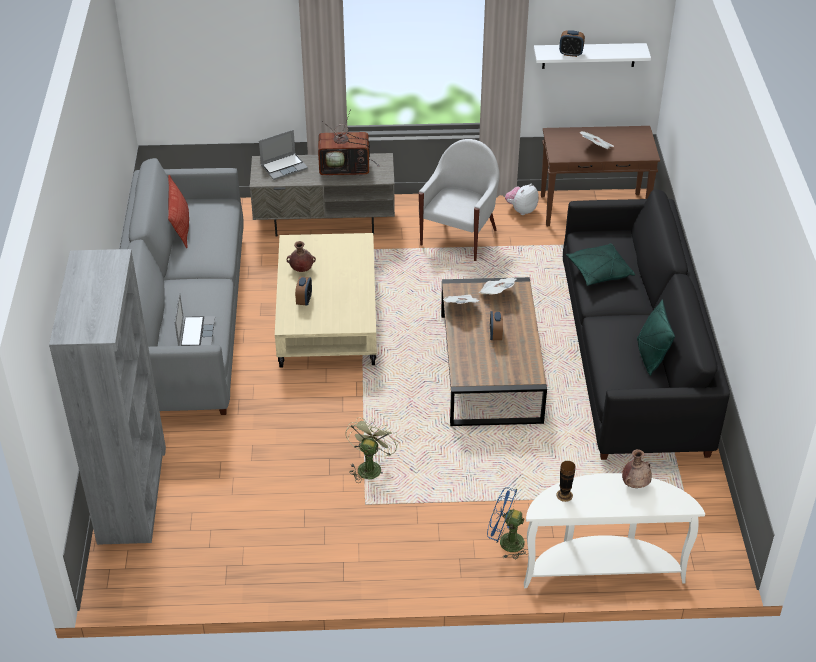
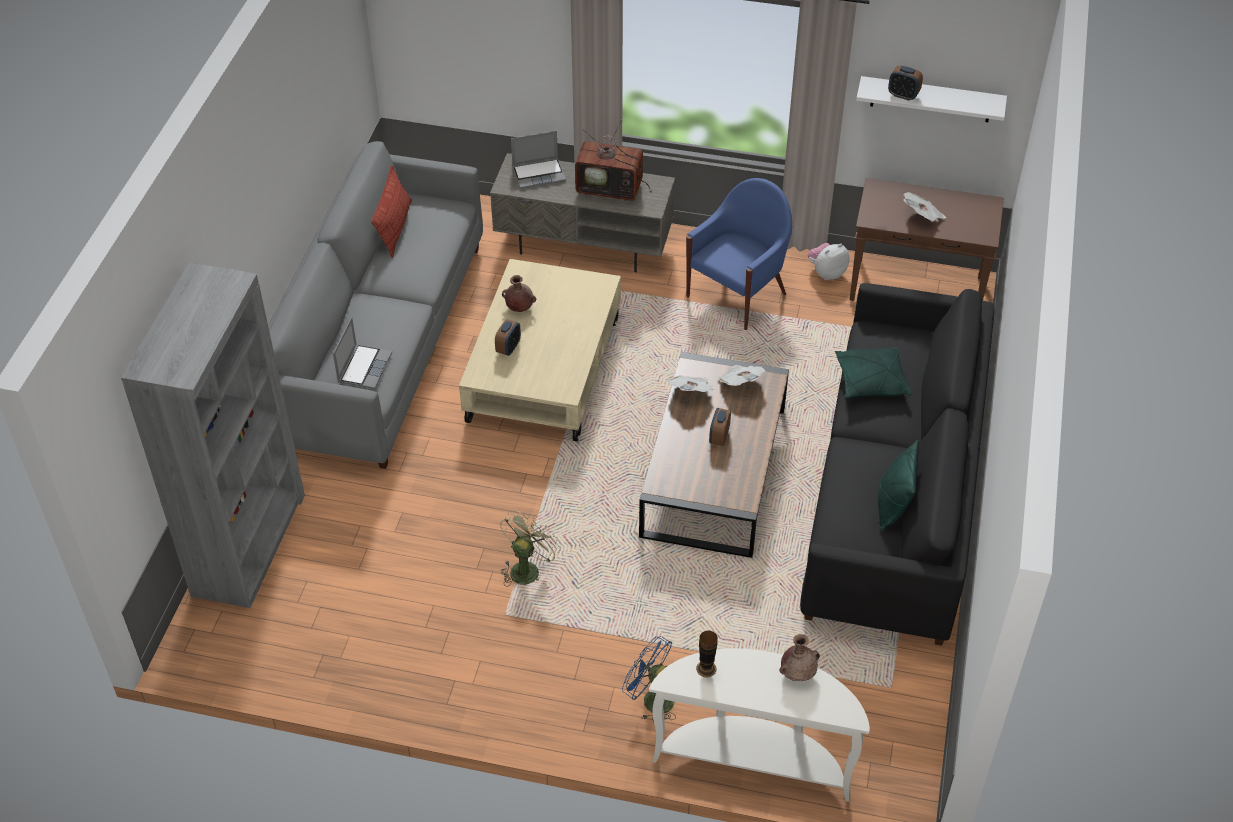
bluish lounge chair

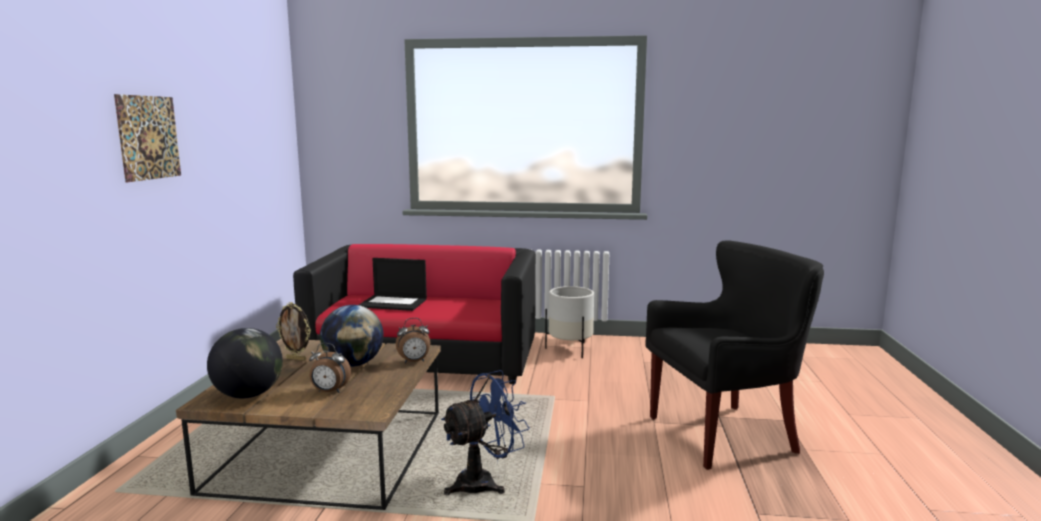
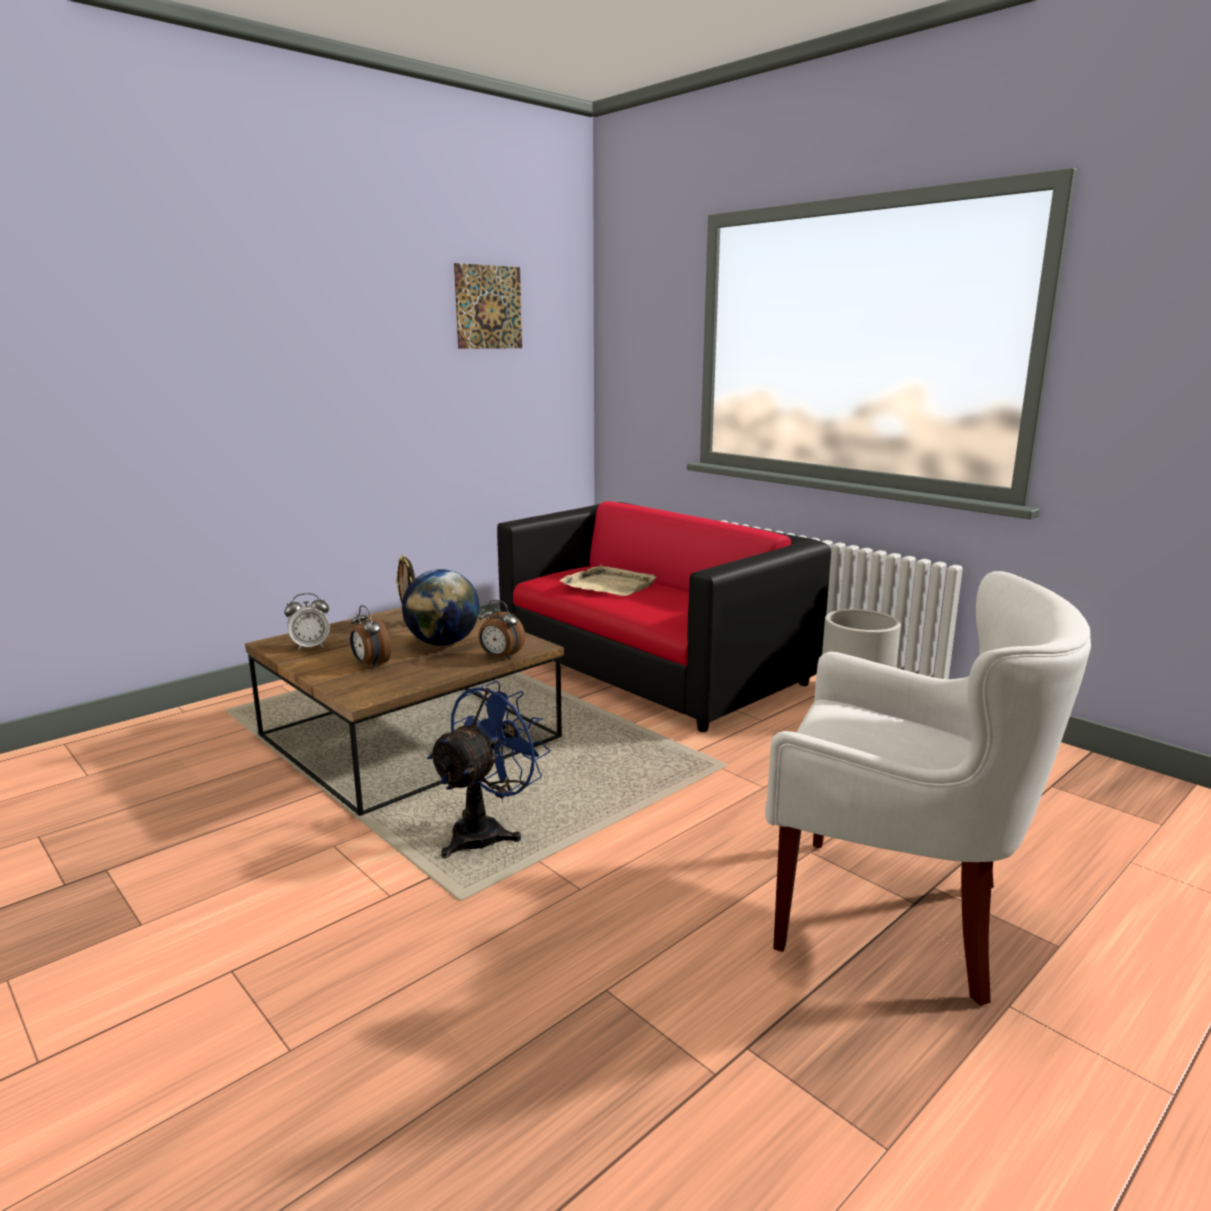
picture; bedside clock (no. 1 from left); beige tray; white-coloured lounge chair; bluish electric fan

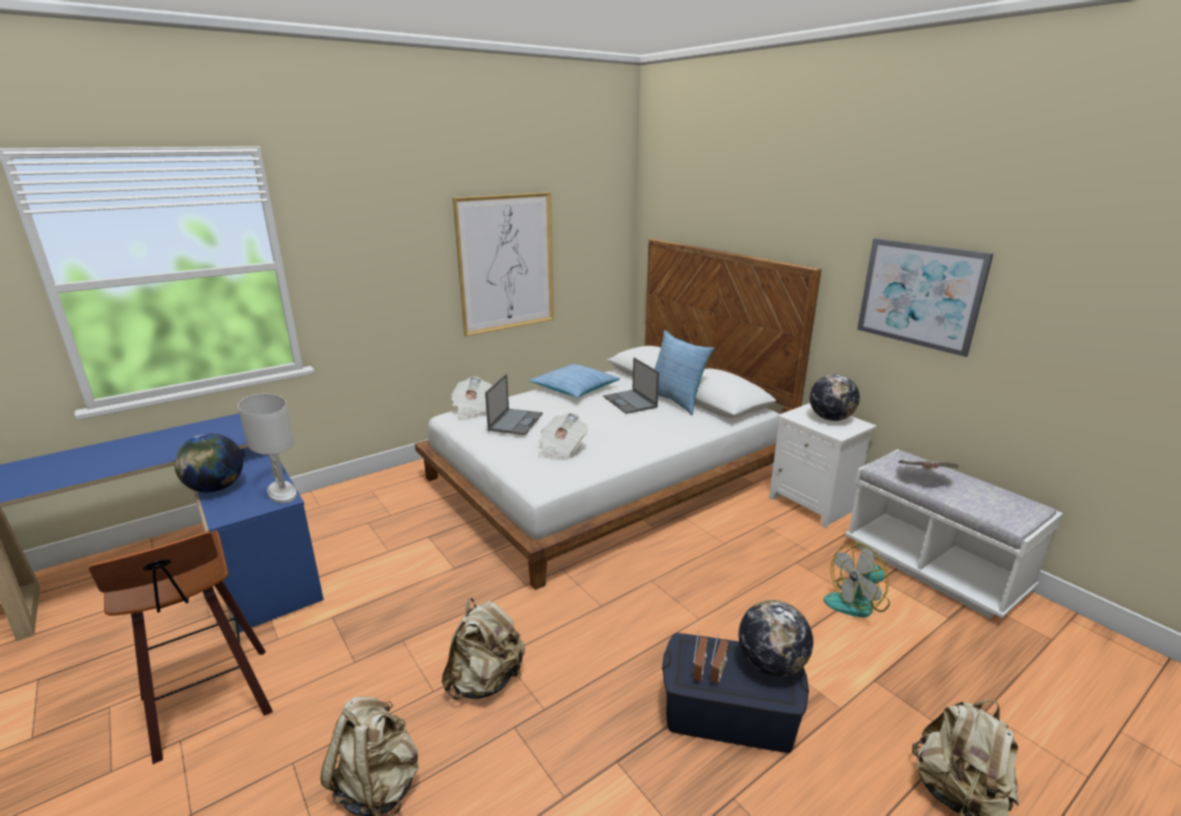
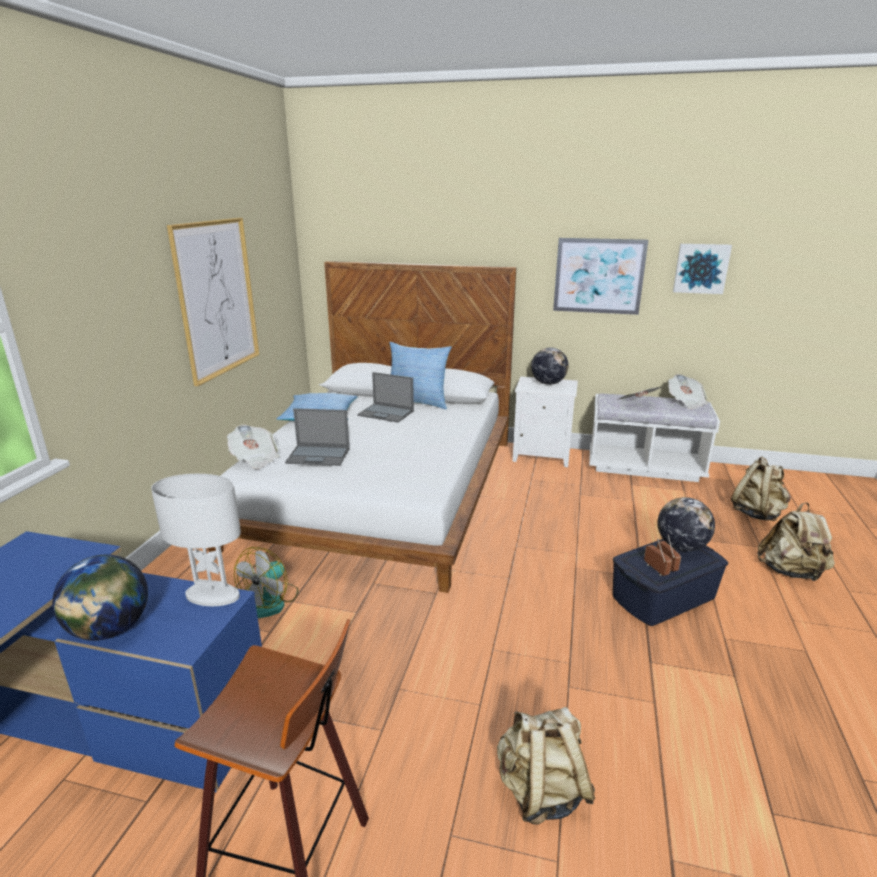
picture (no. 3 from left); beige knapsack (no. 2 from left); daily paper (no. 3 from left); electric fan; laptop (no. 1 from left)

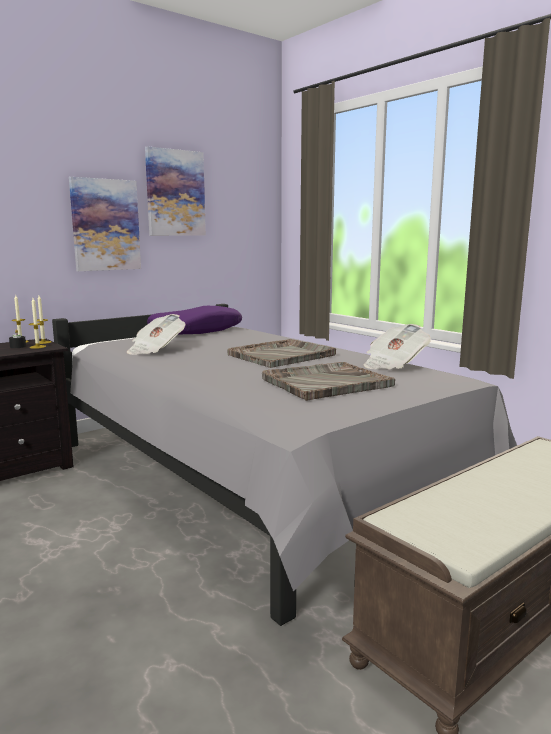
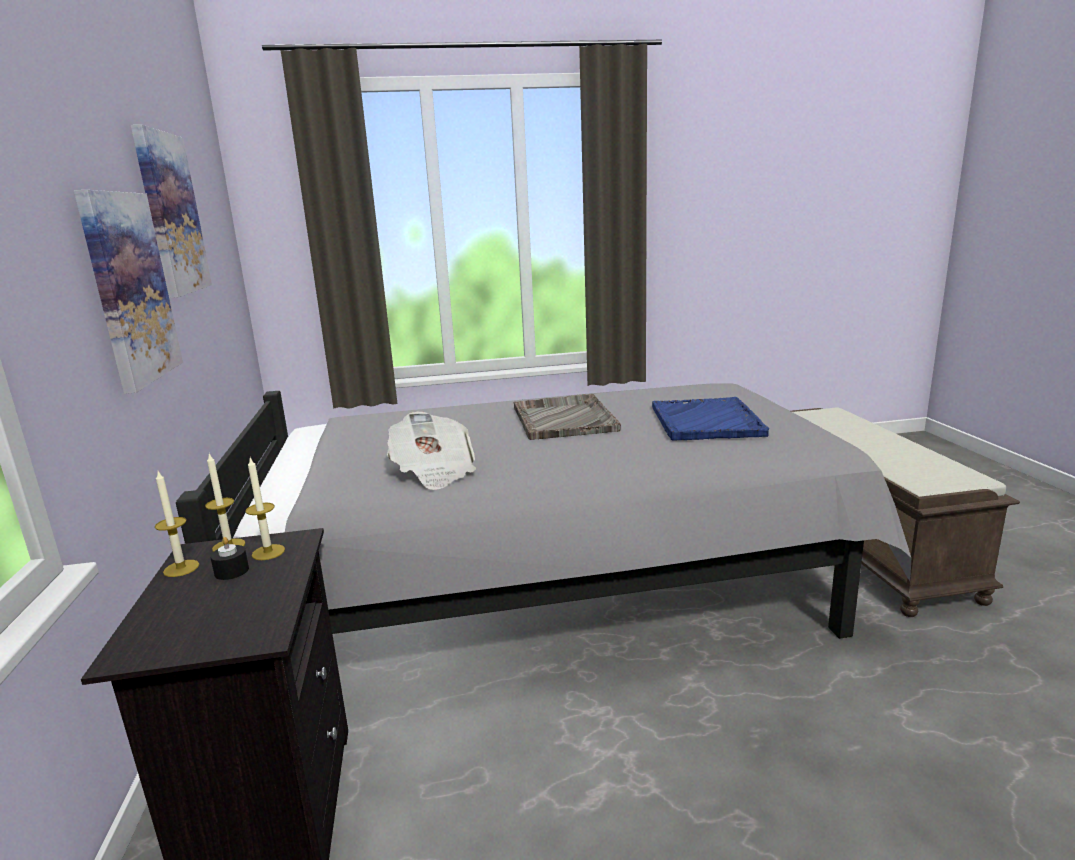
purple-coloured cushion; daily paper (no. 2 from left in the first image); bluish tray

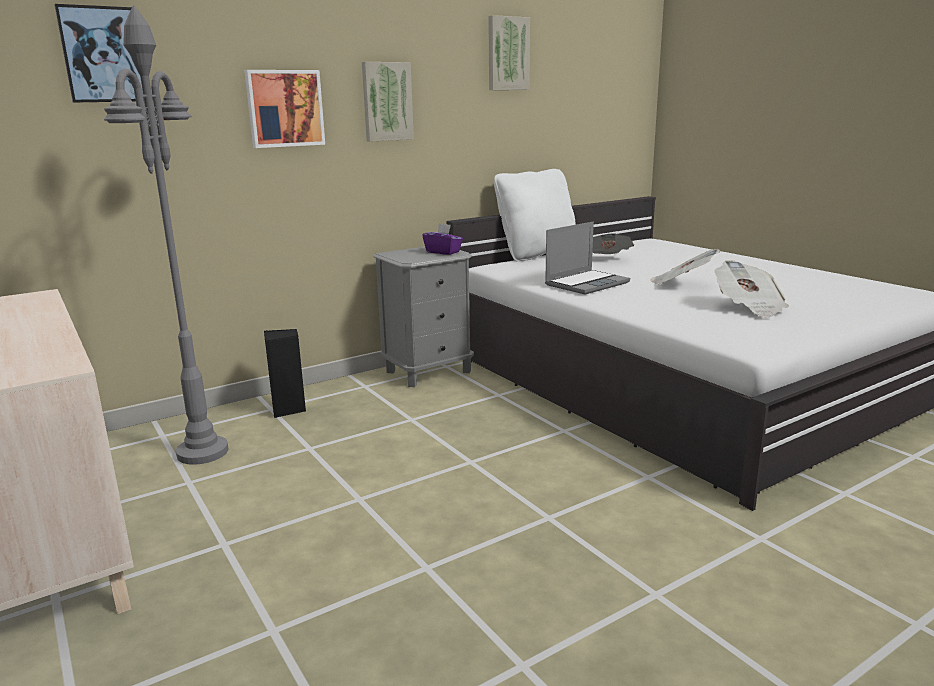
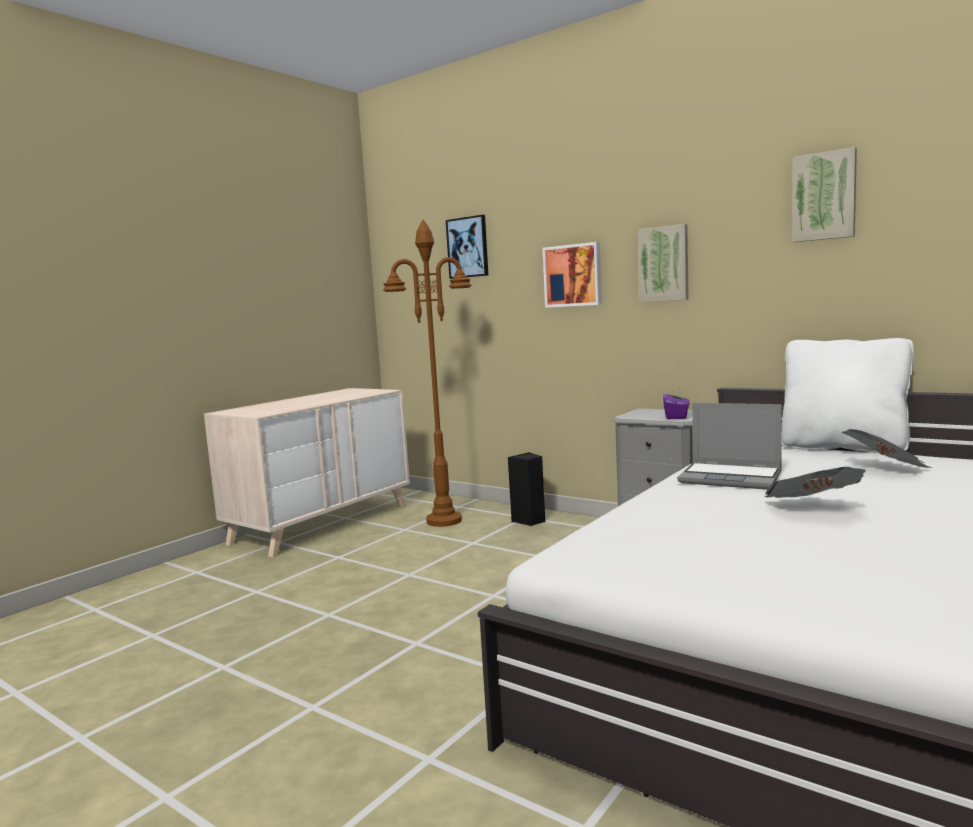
daily paper (no. 3 from left in the first image); brown standard lamp

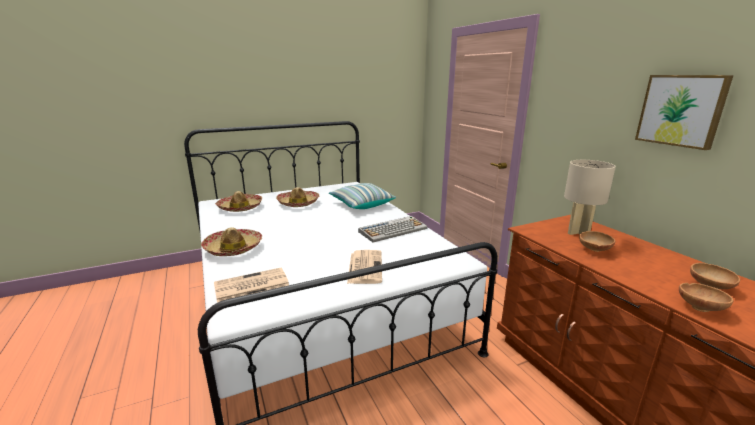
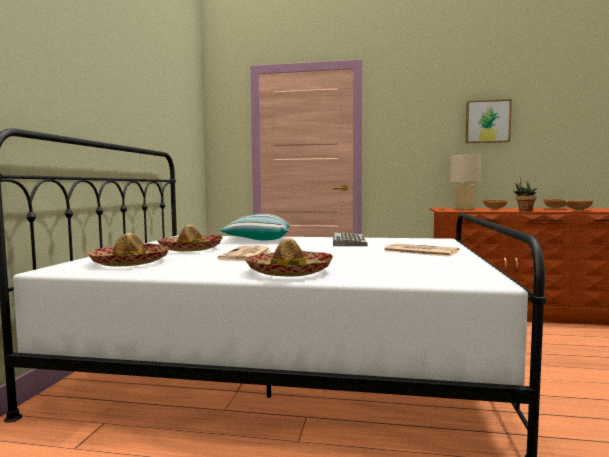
houseplant; daily paper (no. 1 from left)

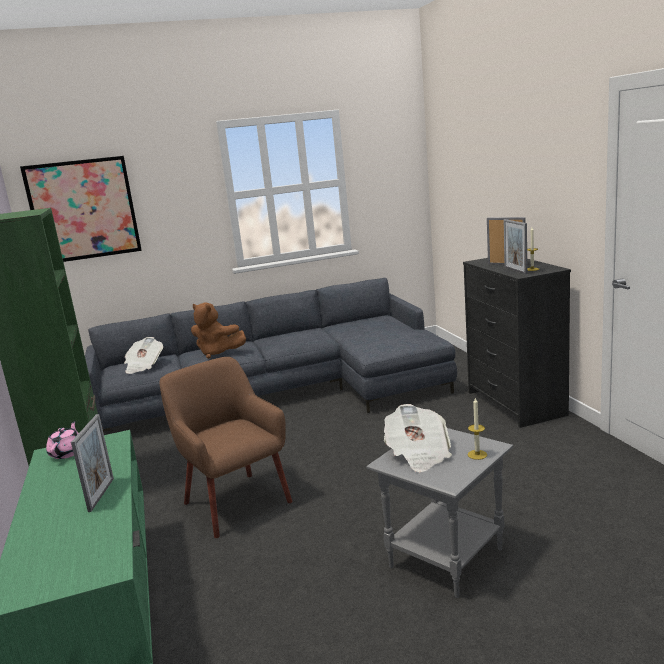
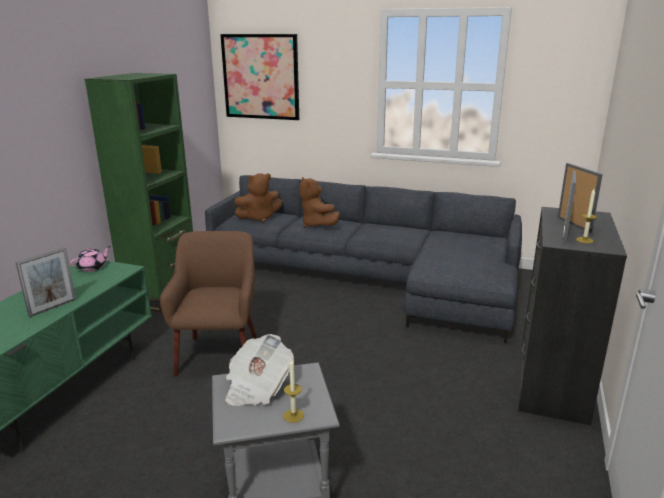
brown soft toy (no. 1 from left)

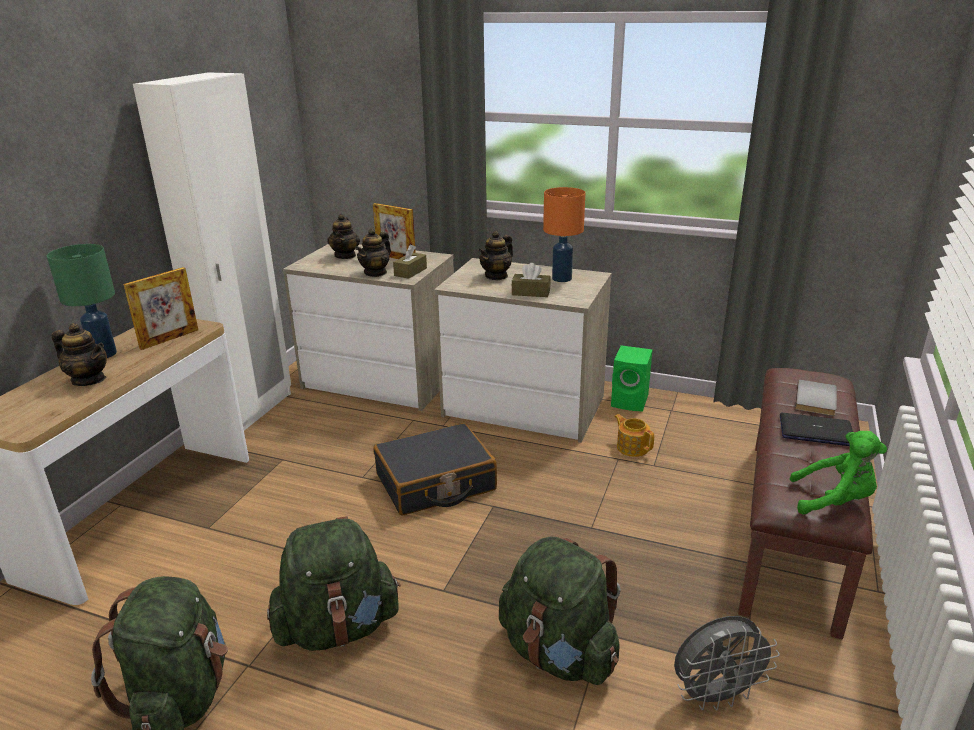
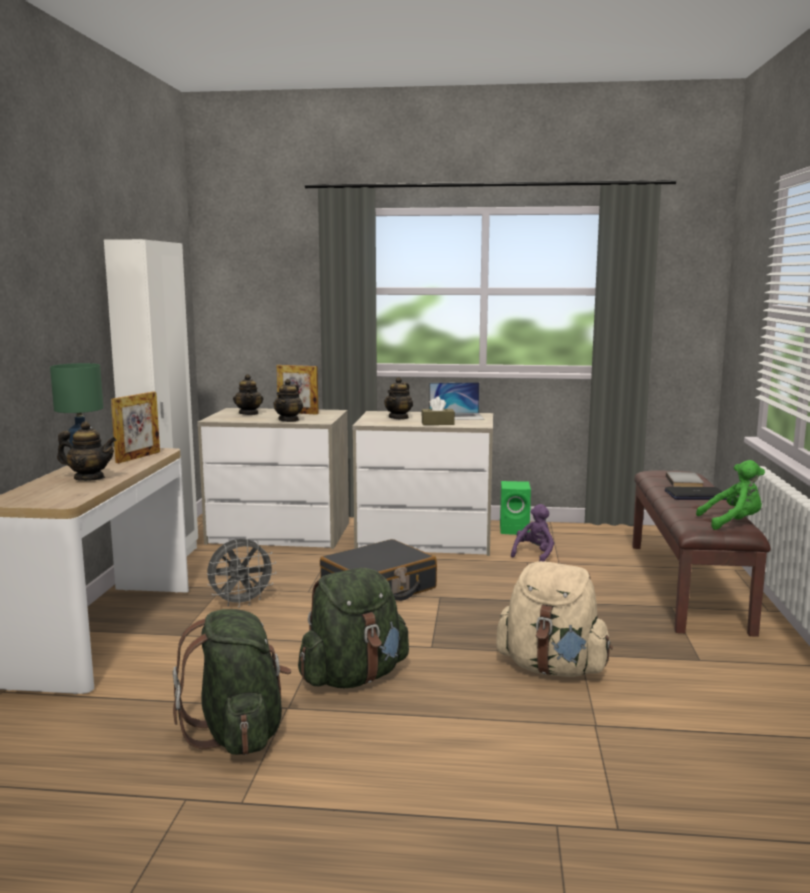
brown box of tissues (no. 1 from left in the first image); grey electric fan; laptop (no. 1 from left); purple-coloured soft toy; beige knapsack

